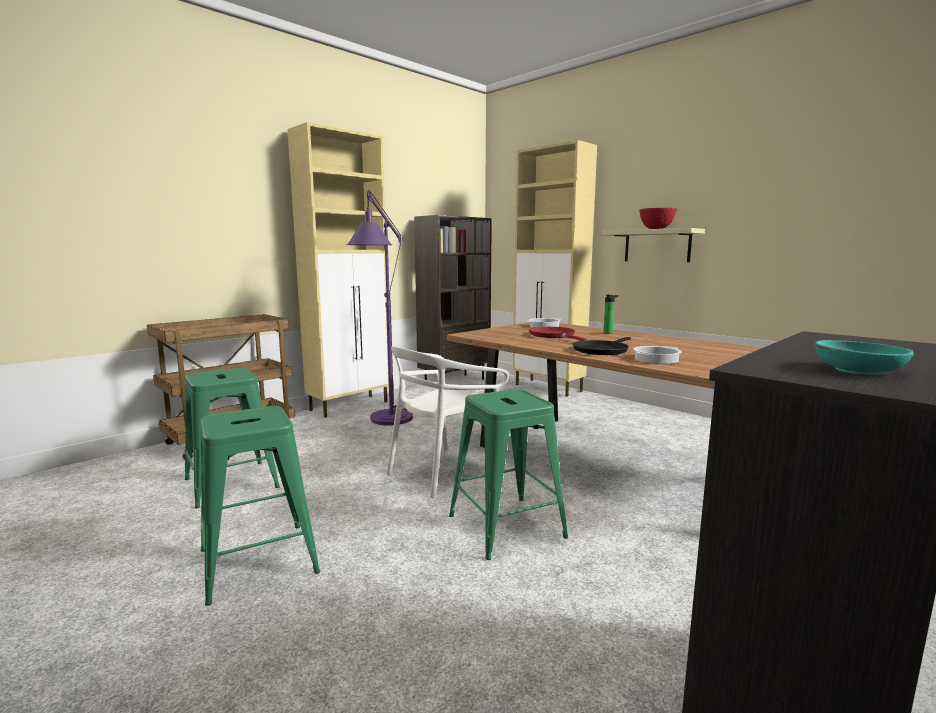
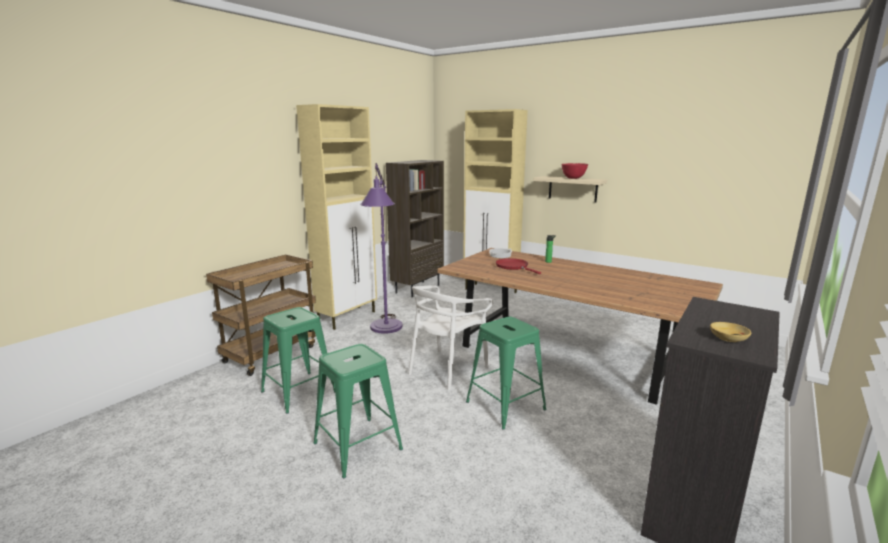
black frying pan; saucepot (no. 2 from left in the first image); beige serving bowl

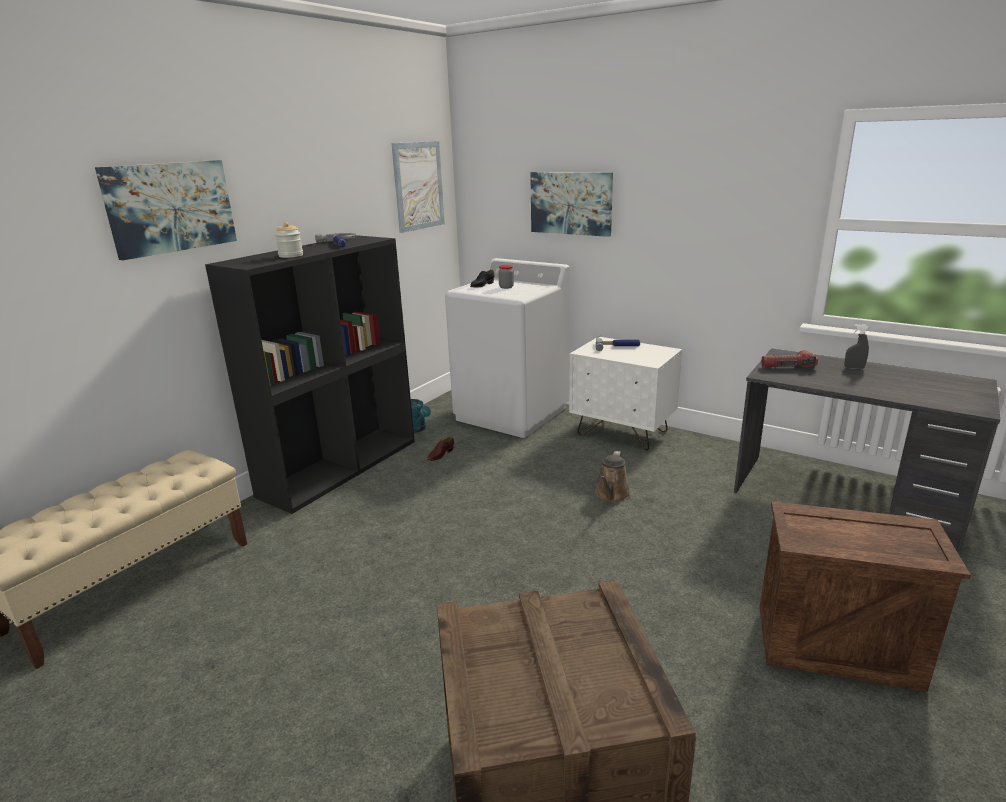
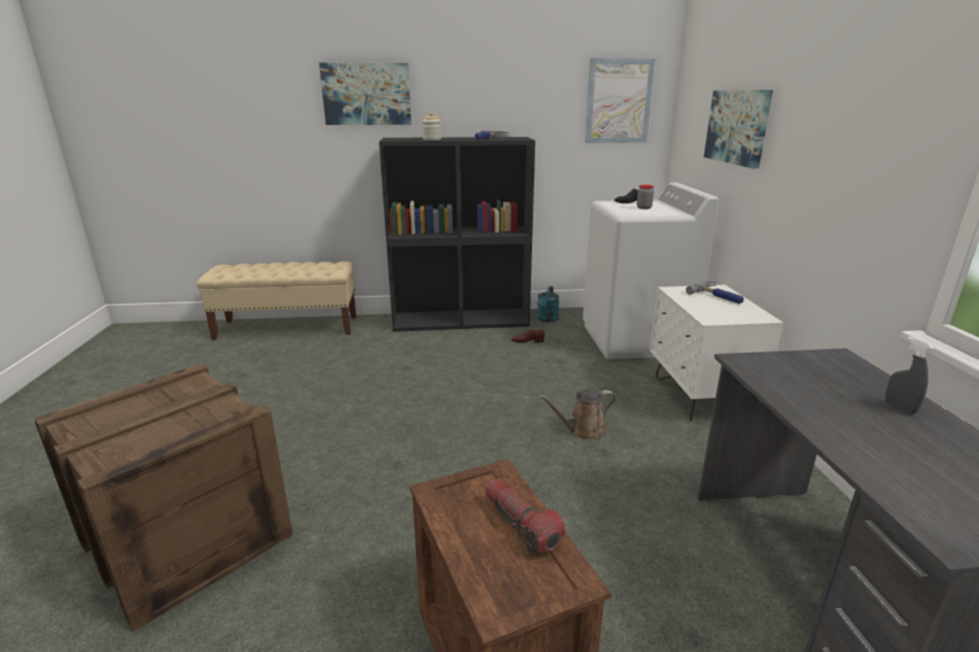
hand torch

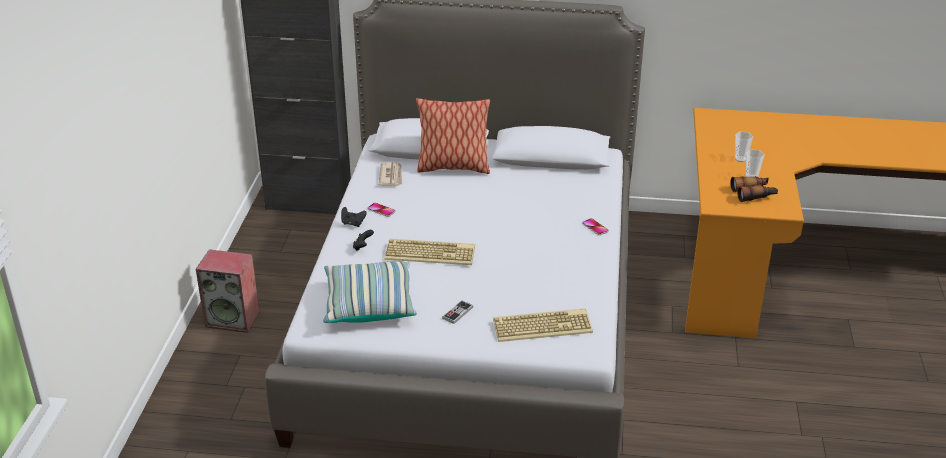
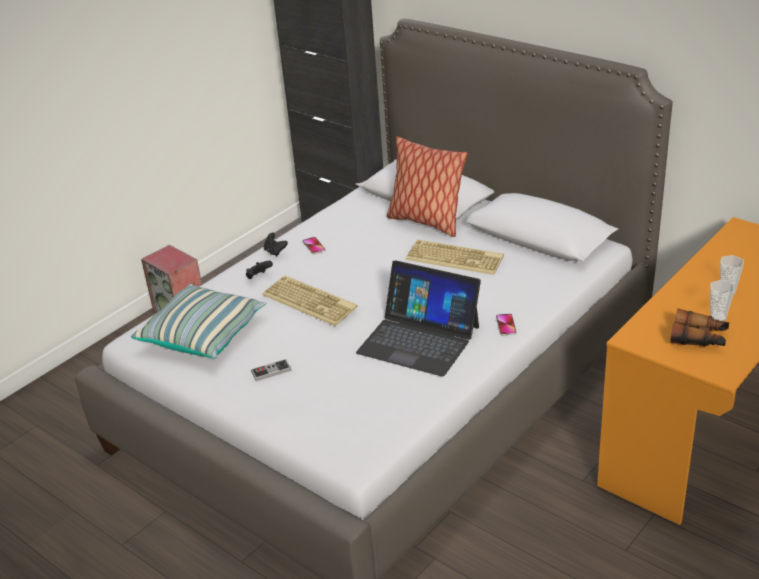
daily paper; laptop; computer keyboard (no. 2 from left)

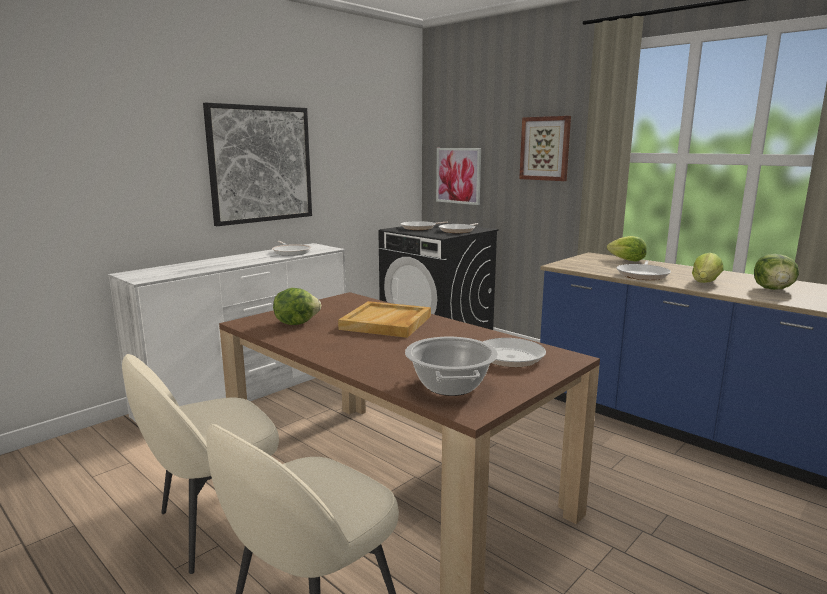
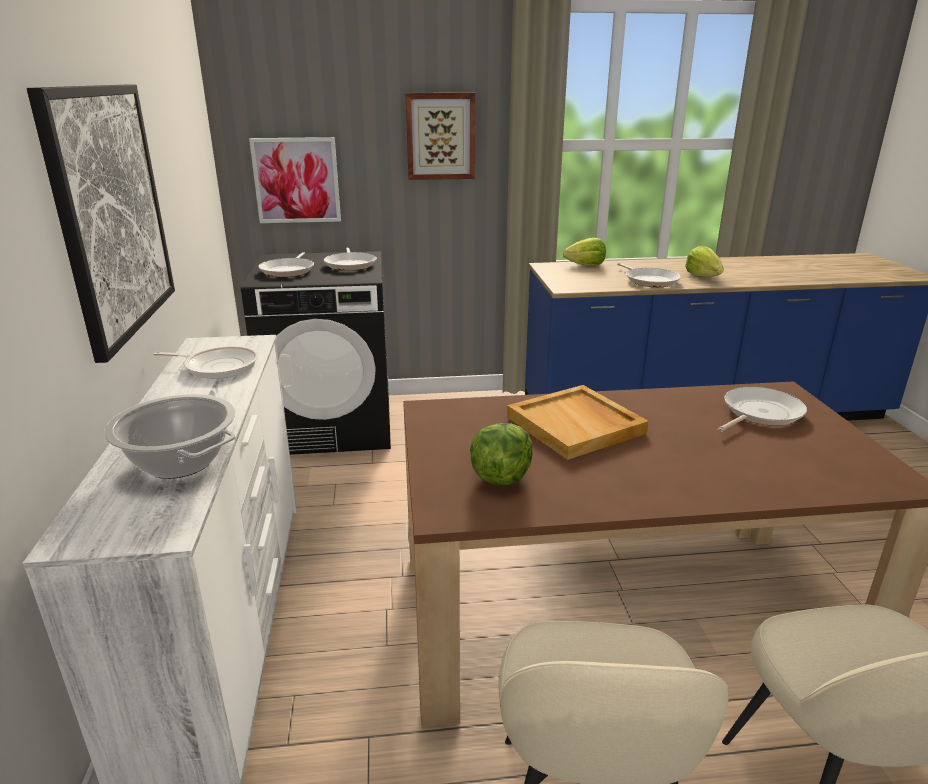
lettuce head (no. 4 from left in the first image); saucepot

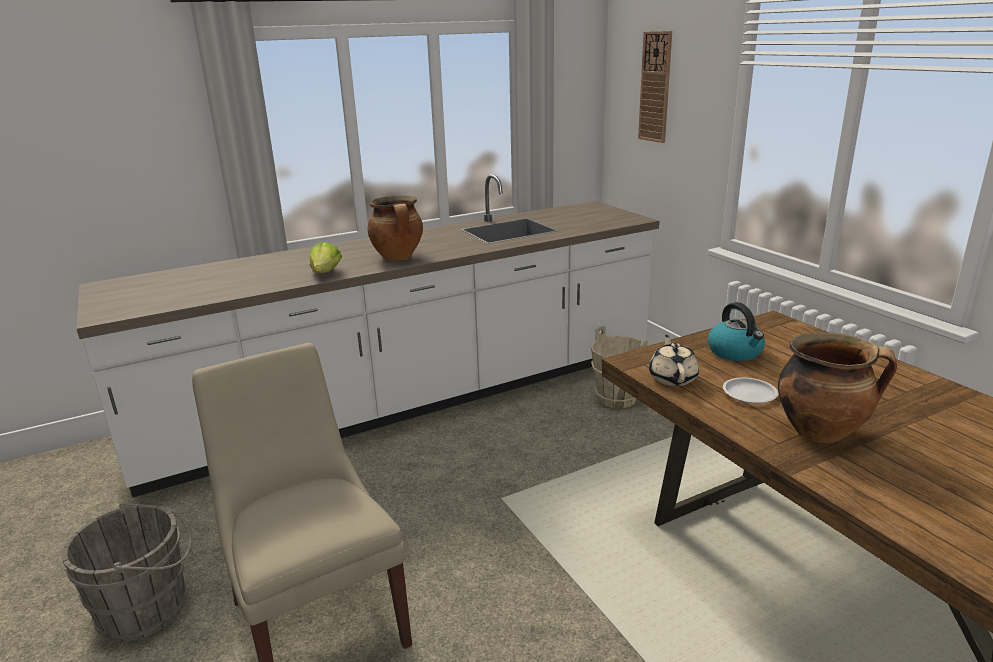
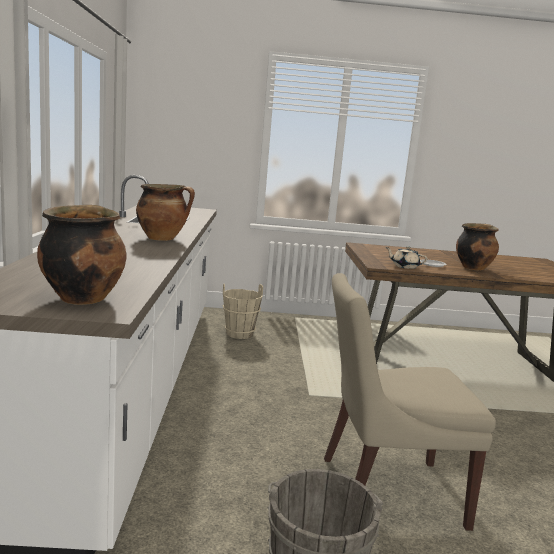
lettuce head; clock on the wall; water kettle; saucepot (no. 1 from left)

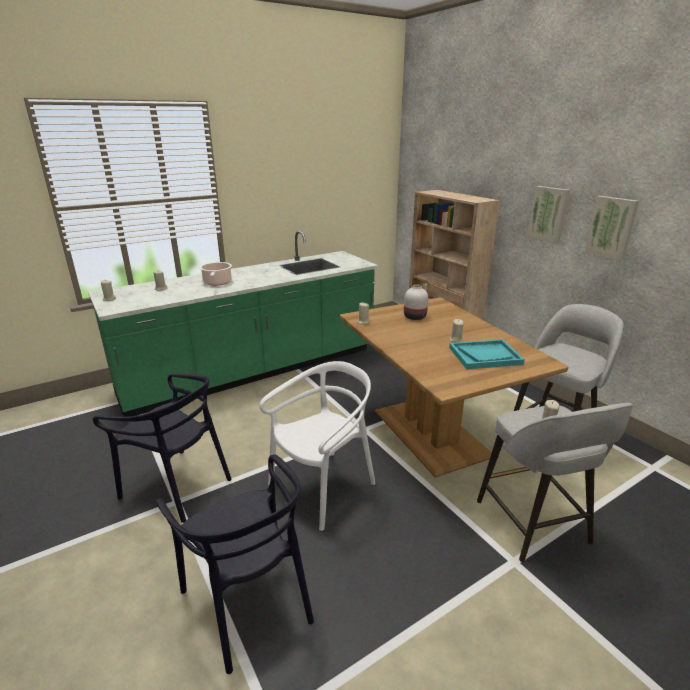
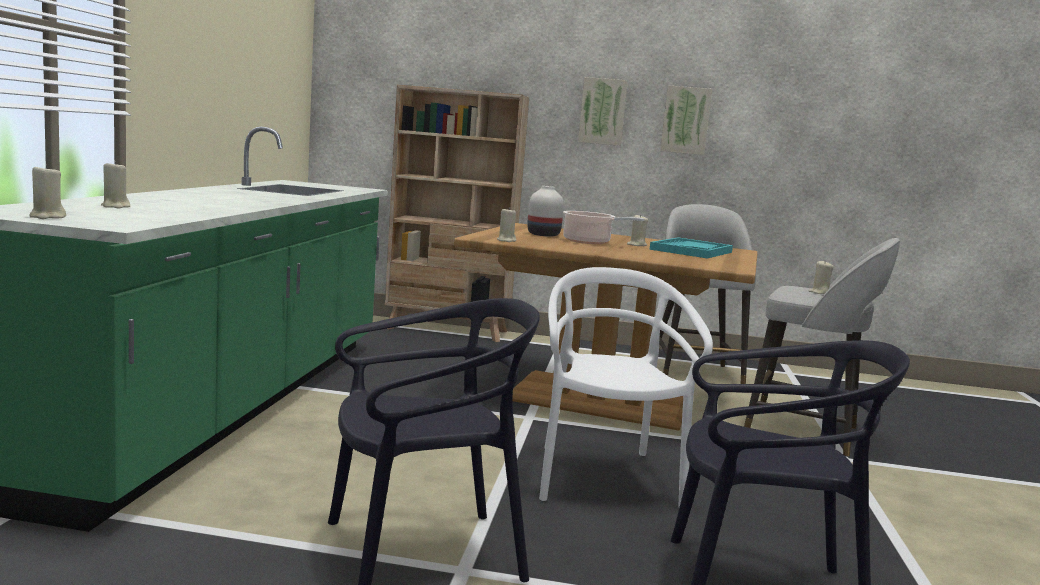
saucepot

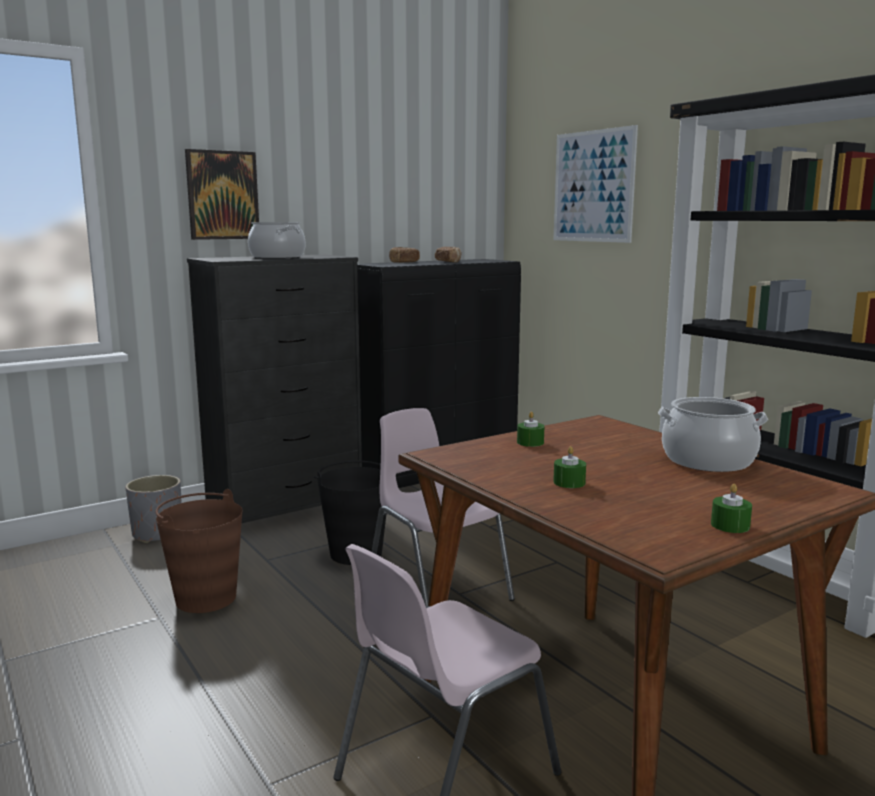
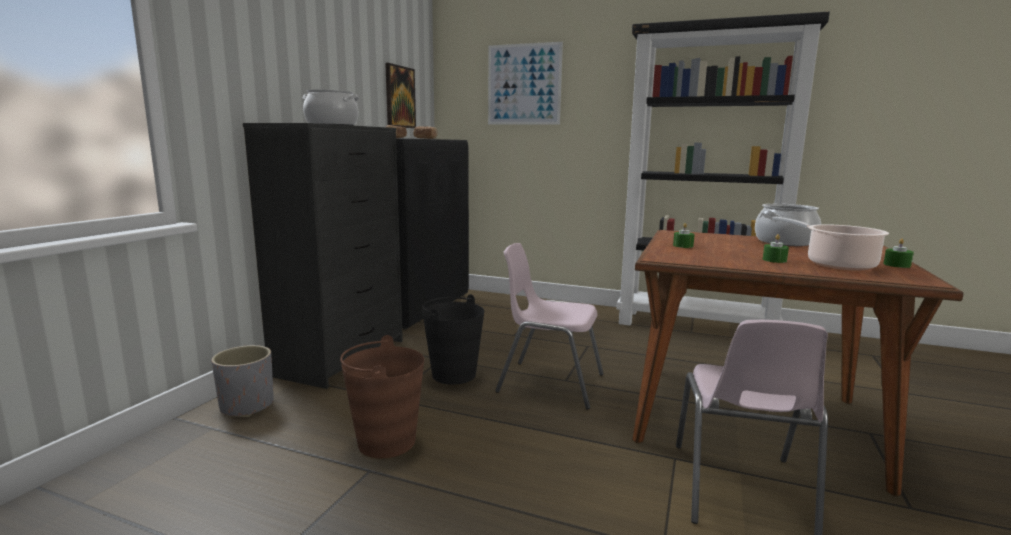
saucepot (no. 3 from left); picture (no. 1 from left)

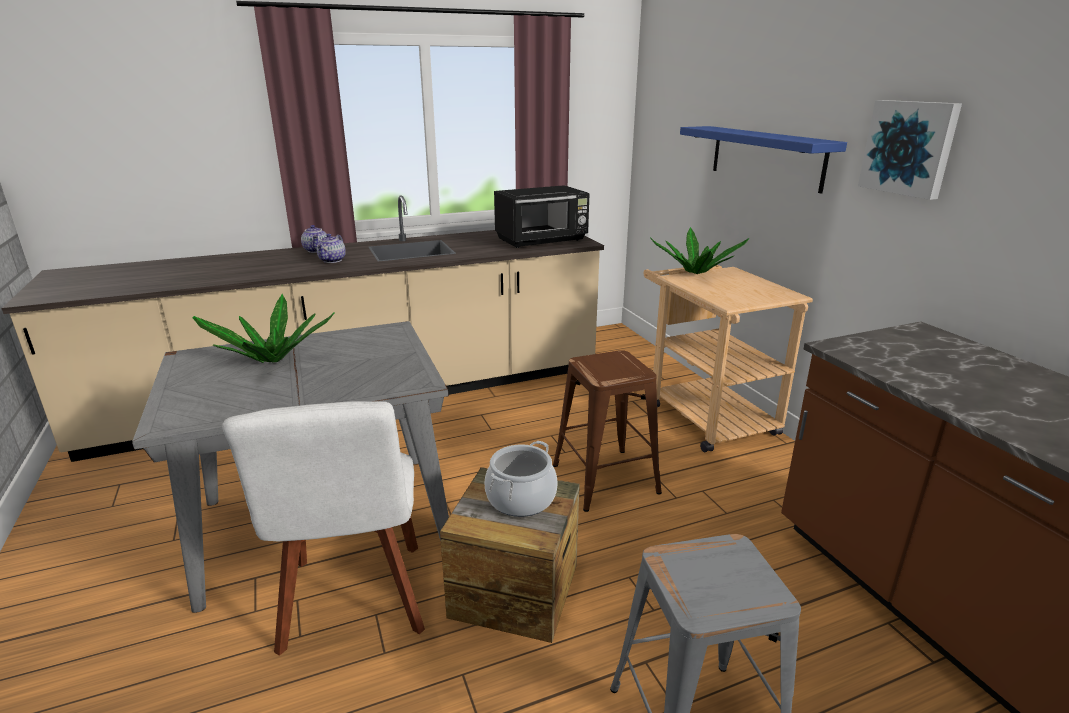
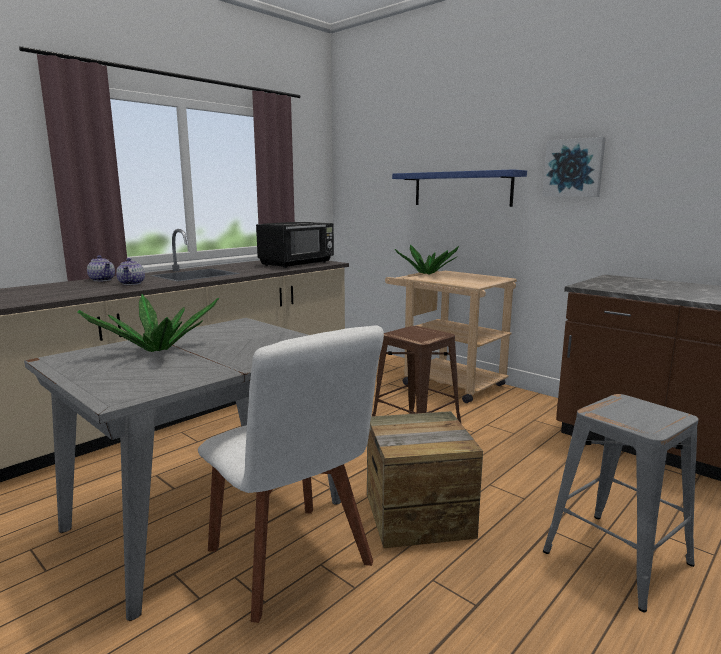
saucepot

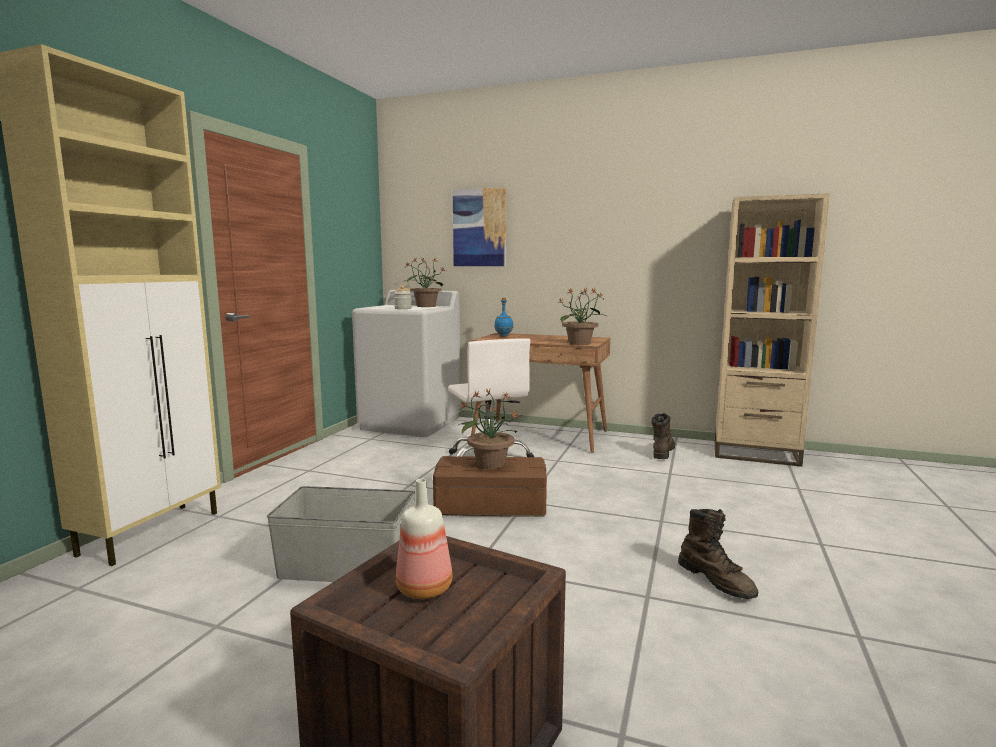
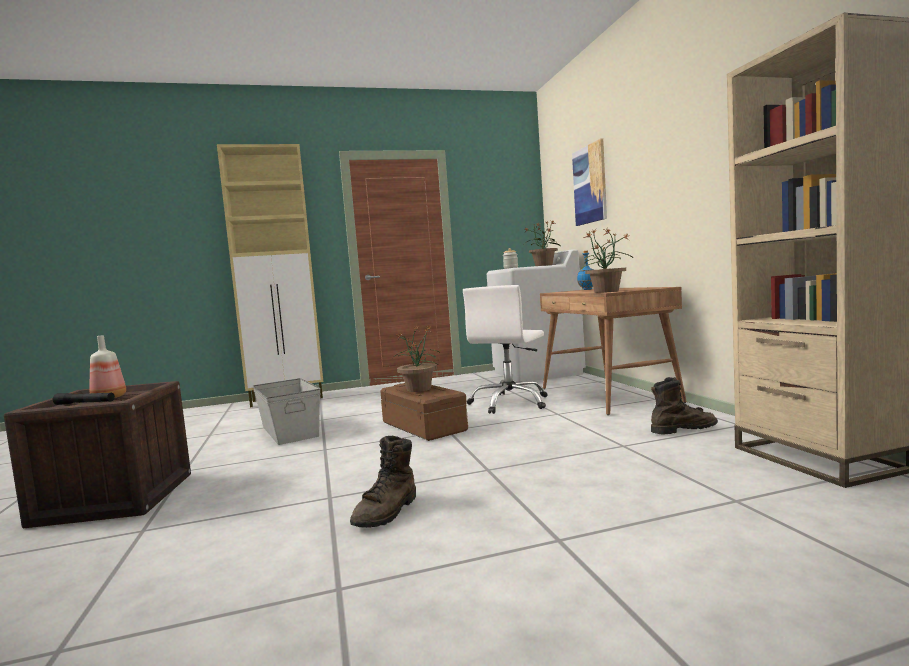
black hand torch

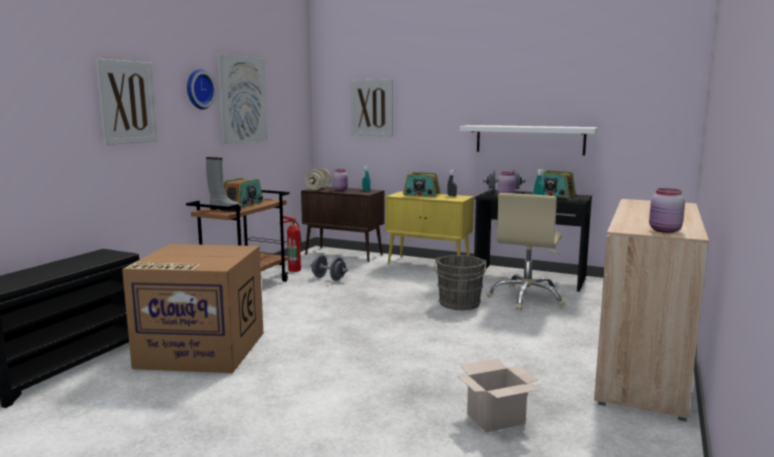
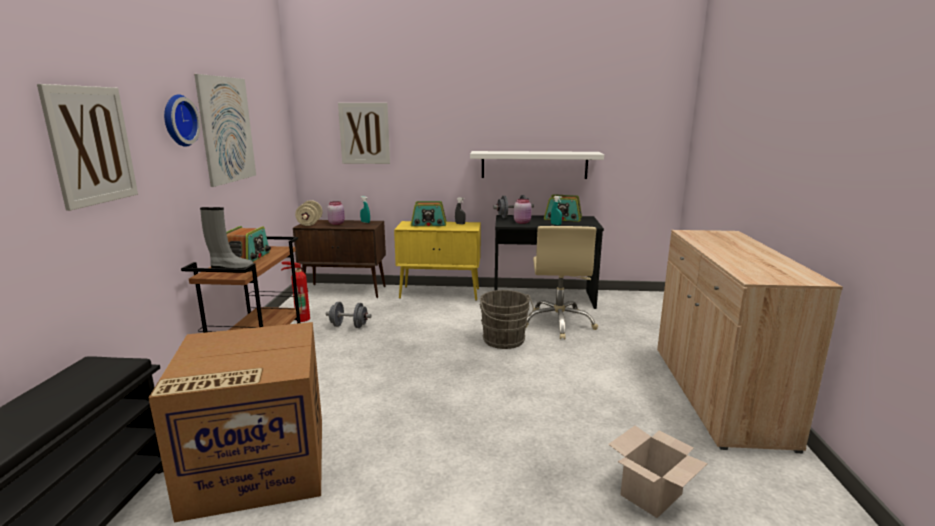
pinkish storage jar (no. 3 from left in the first image)

